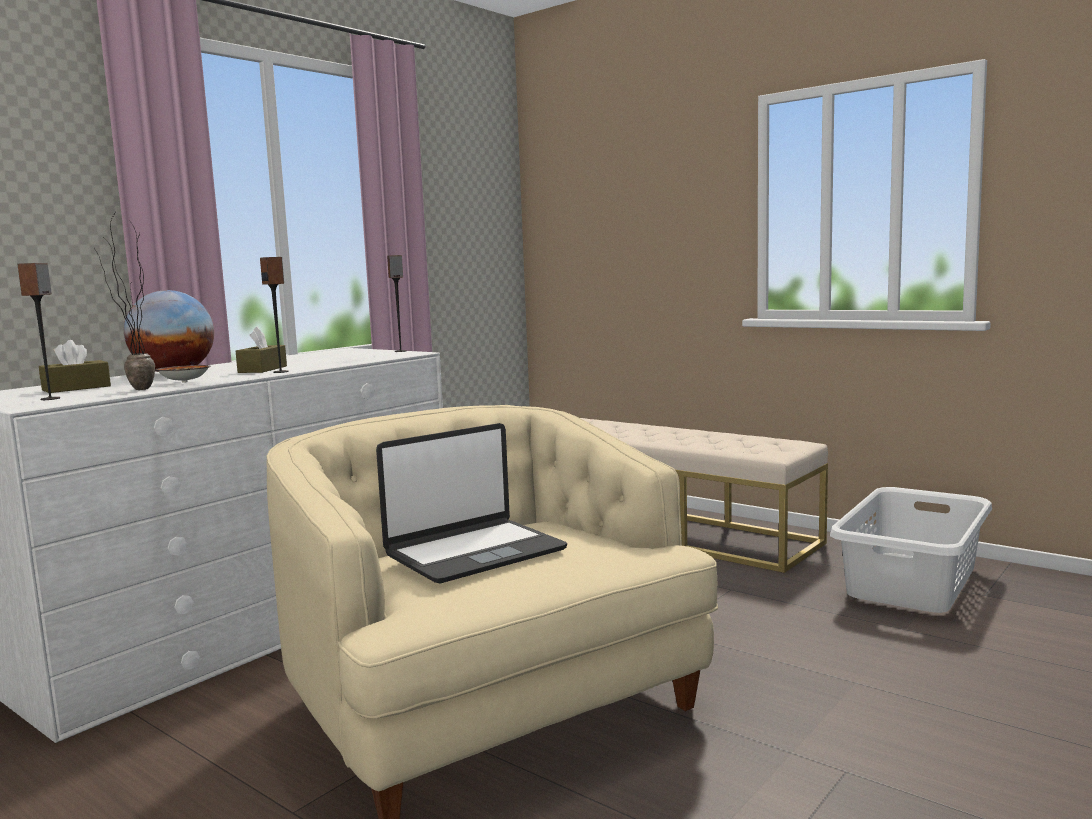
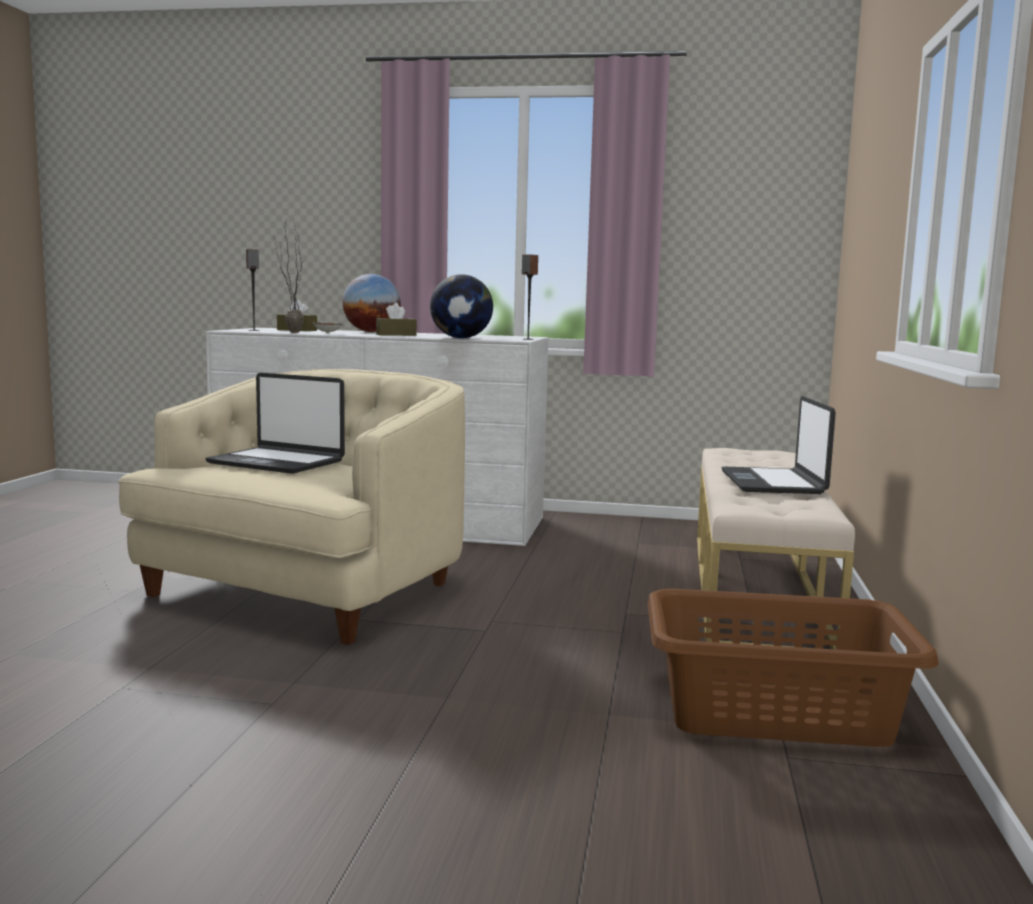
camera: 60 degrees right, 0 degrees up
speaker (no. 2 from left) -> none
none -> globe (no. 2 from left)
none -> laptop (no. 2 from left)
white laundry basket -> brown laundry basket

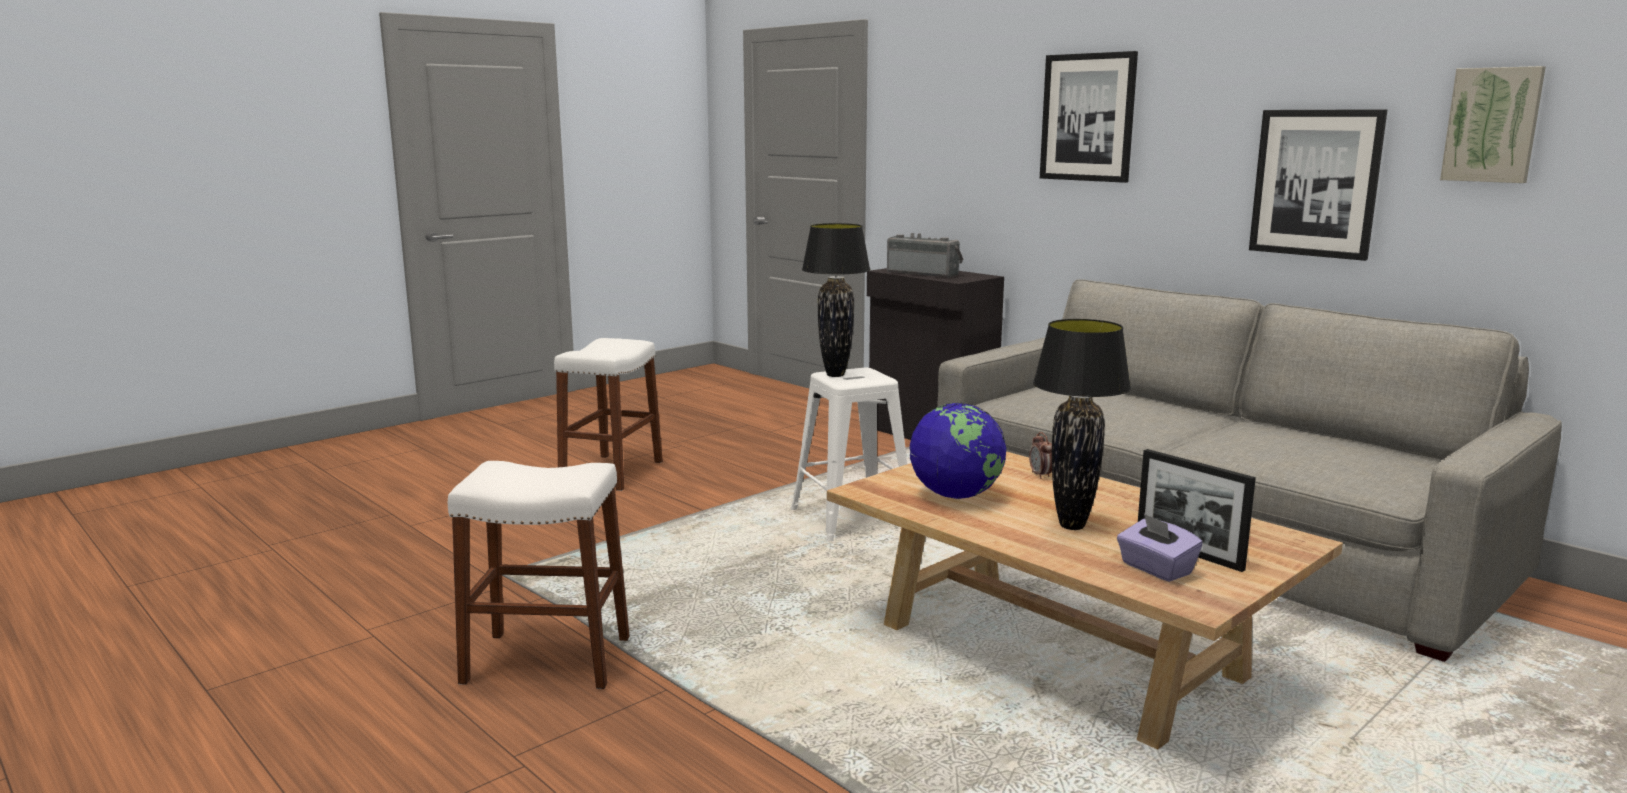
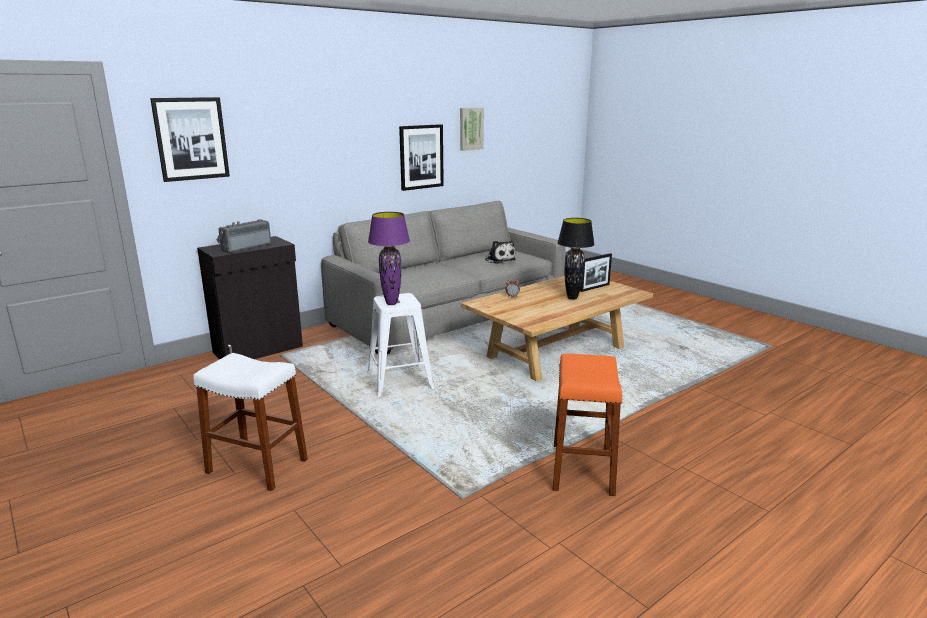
camera: 85 degrees left, 5 degrees up
globe -> none
purple tissue box -> none
none -> plush toy
picture (no. 1 from left), relocated
white stool (no. 1 from left) -> orange stool
black table lamp (no. 1 from left) -> purple table lamp

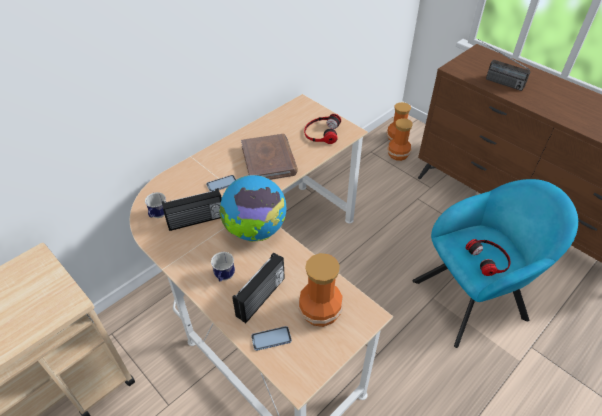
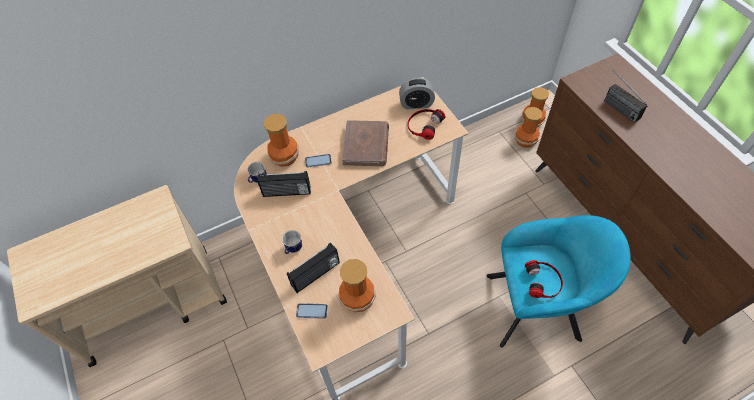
camera: 20 degrees right, 10 degrees up
globe -> none
none -> vase (no. 1 from left)
none -> alarm clock

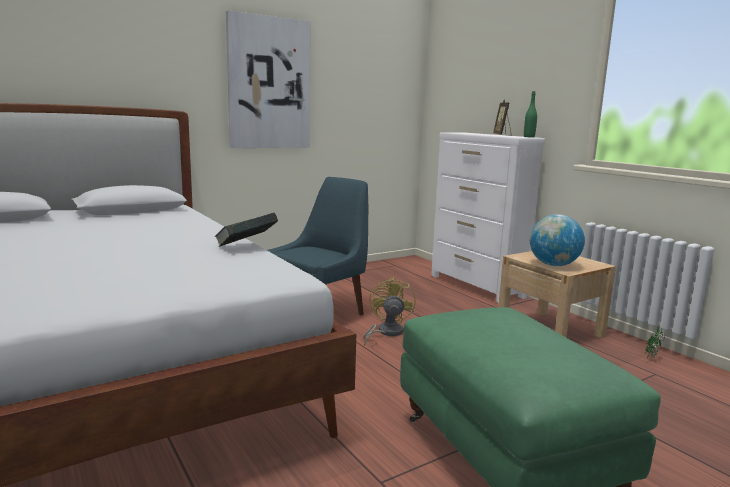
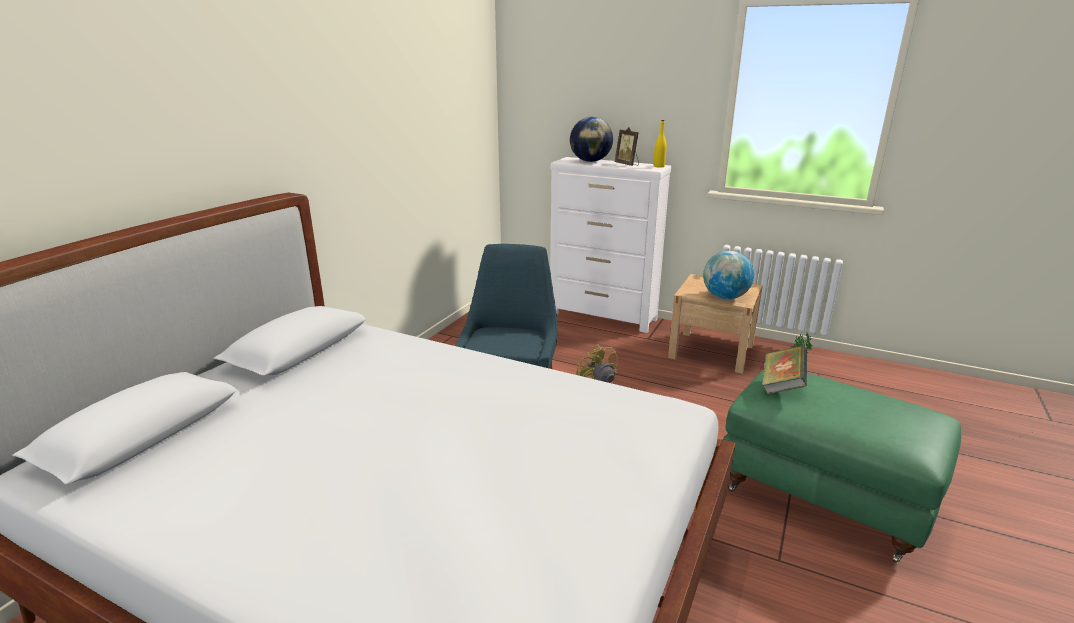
camera: 30 degrees left, 10 degrees up
picture -> none
none -> globe (no. 1 from left)
book, relocated
green bottle -> yellow bottle

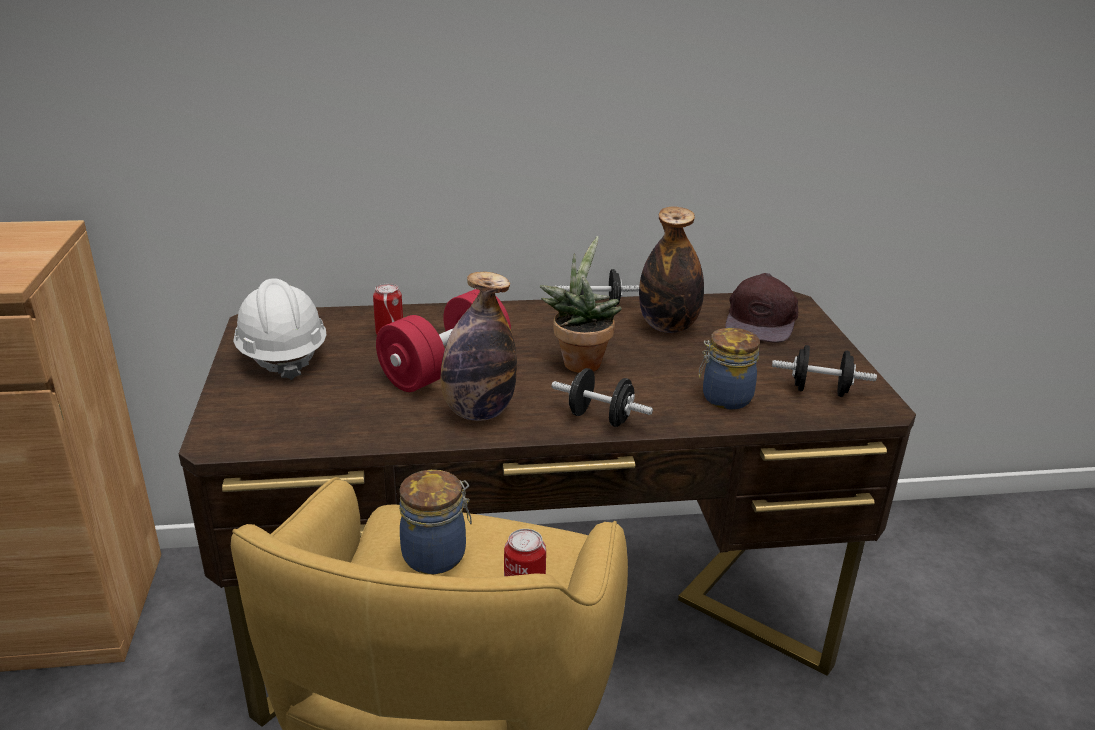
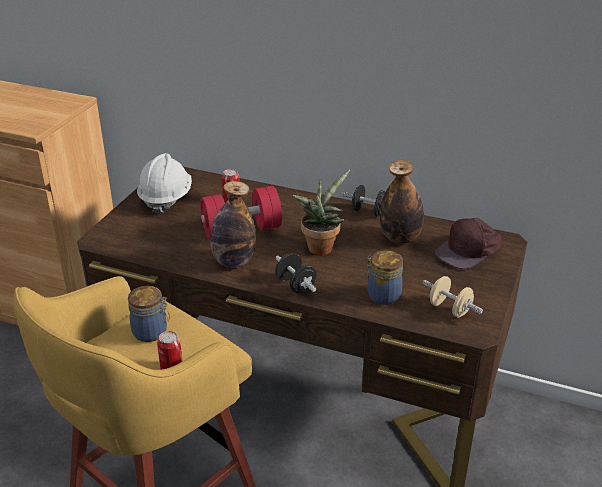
camera: 30 degrees right, 5 degrees up
black dumbbell (no. 3 from left) -> beige dumbbell

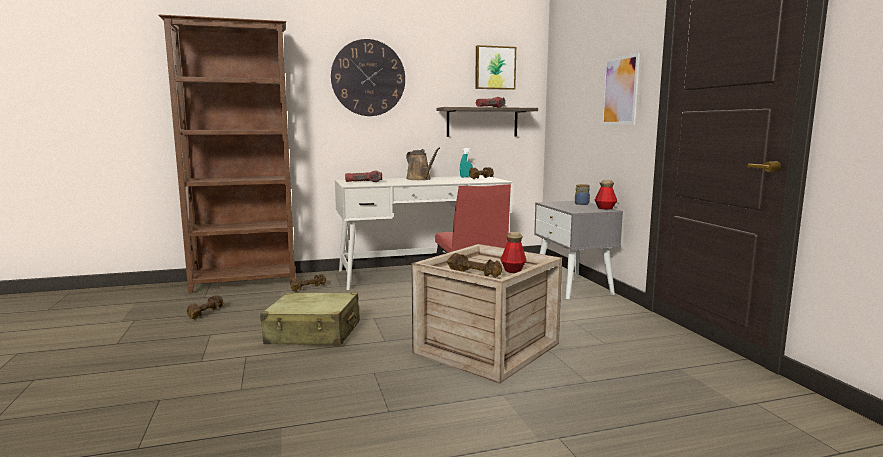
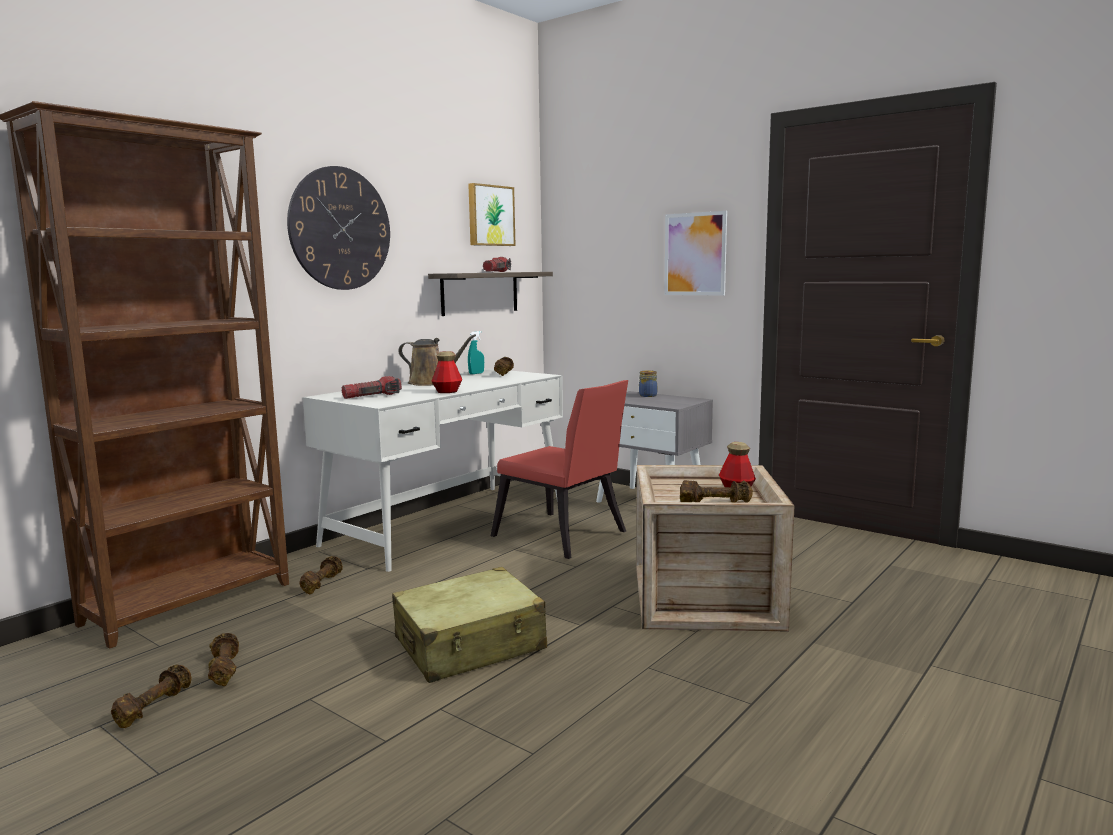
camera: 35 degrees left, 0 degrees up
none -> brown dumbbell (no. 1 from left)
bottle (no. 2 from left in the first image) -> bottle (no. 1 from left), relocated

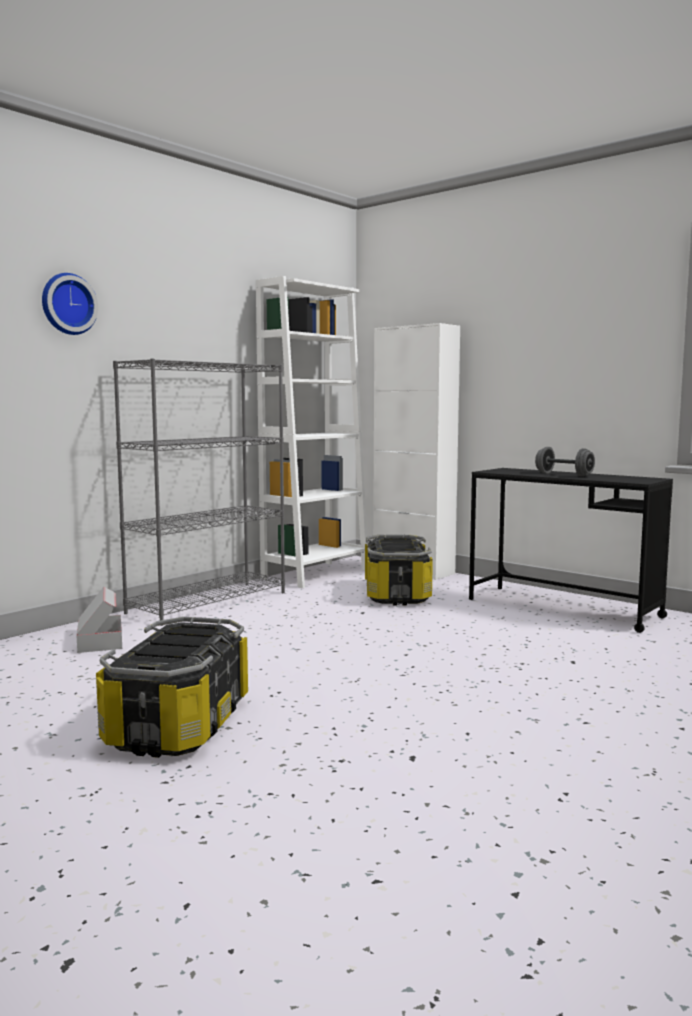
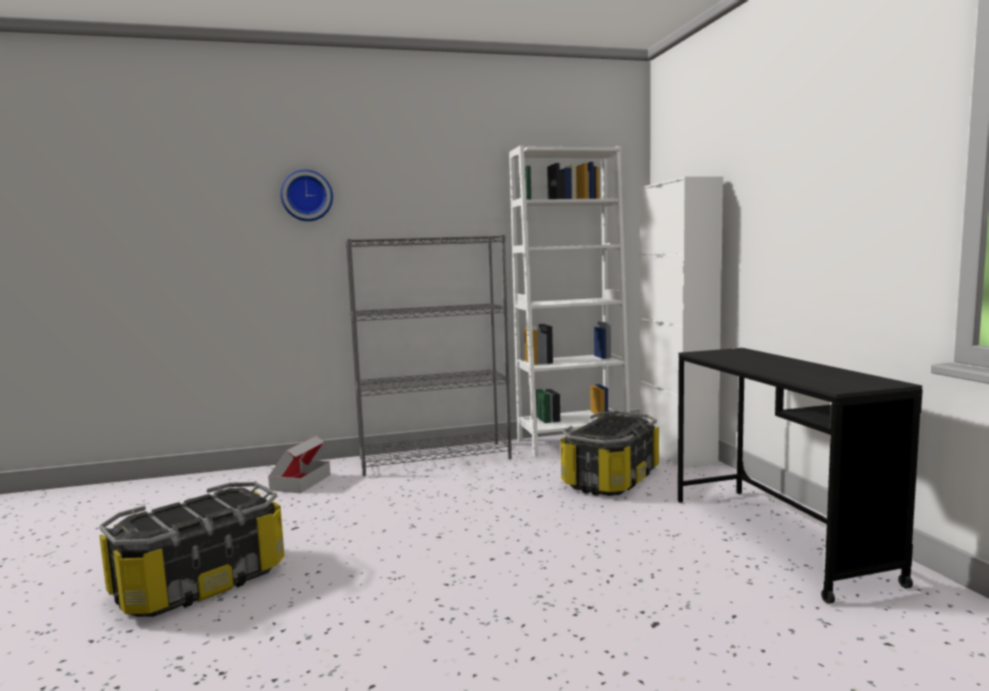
camera: 35 degrees right, 0 degrees up
grey dumbbell -> none

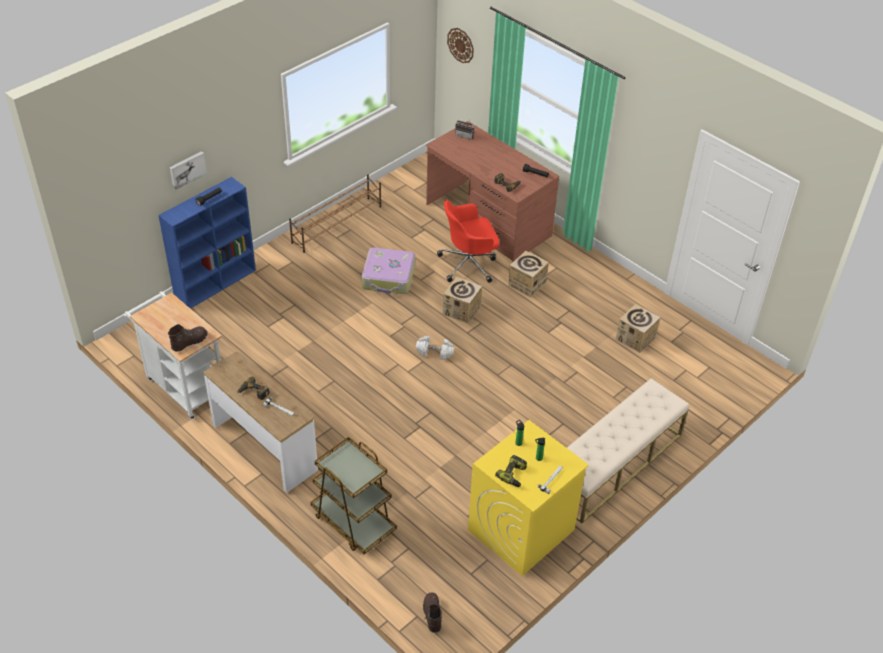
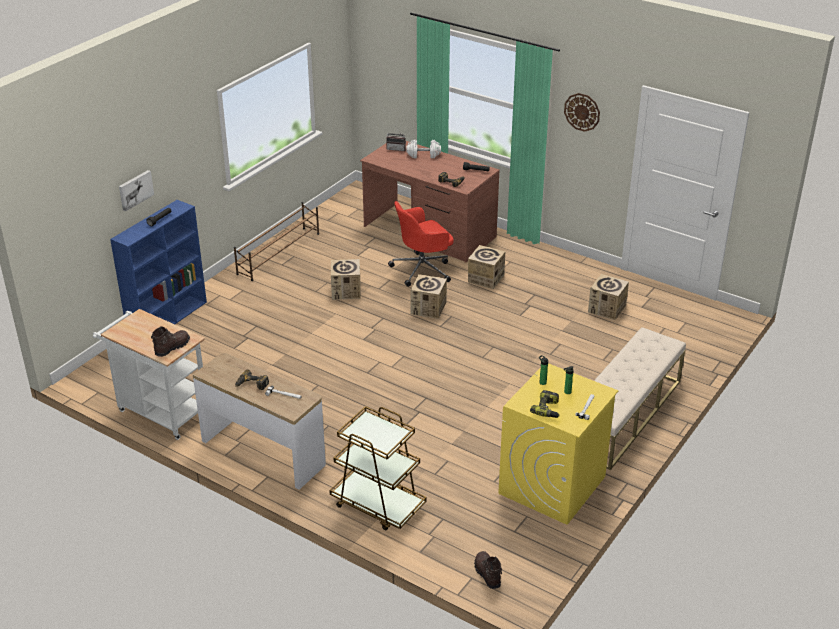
camera: 10 degrees left, 10 degrees down
white dumbbell, relocated
wall clock, relocated
suitcase -> cardboard box (no. 1 from left)

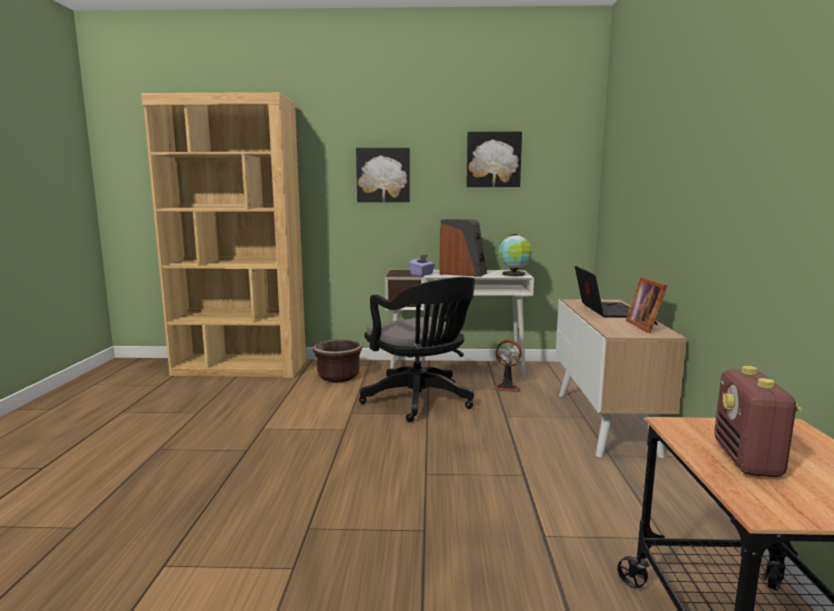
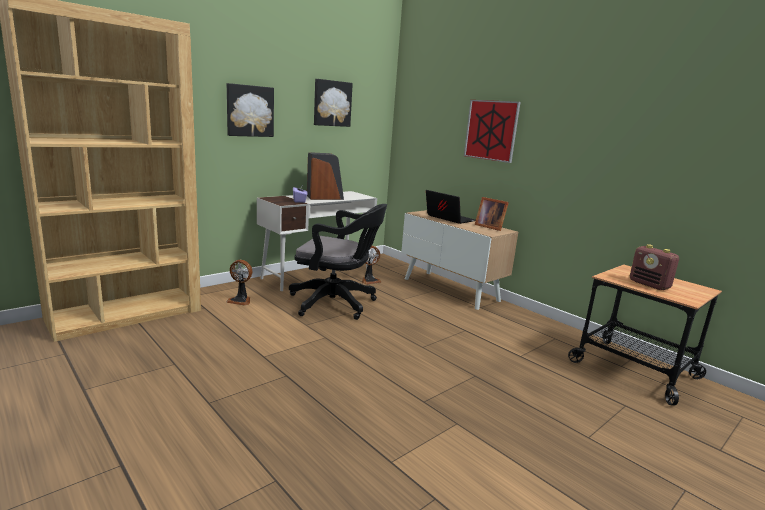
camera: 45 degrees left, 5 degrees up
globe -> none
none -> picture (no. 3 from left)
brown planter -> fan (no. 1 from left)

